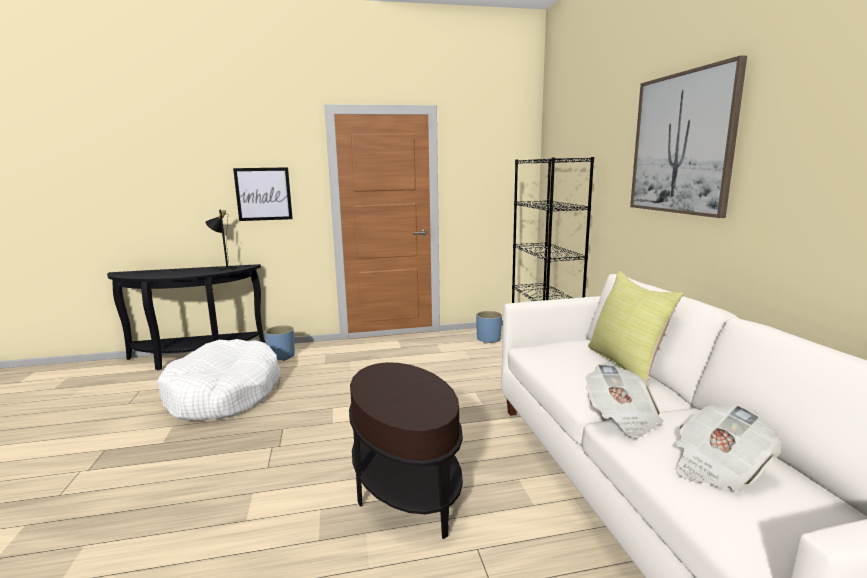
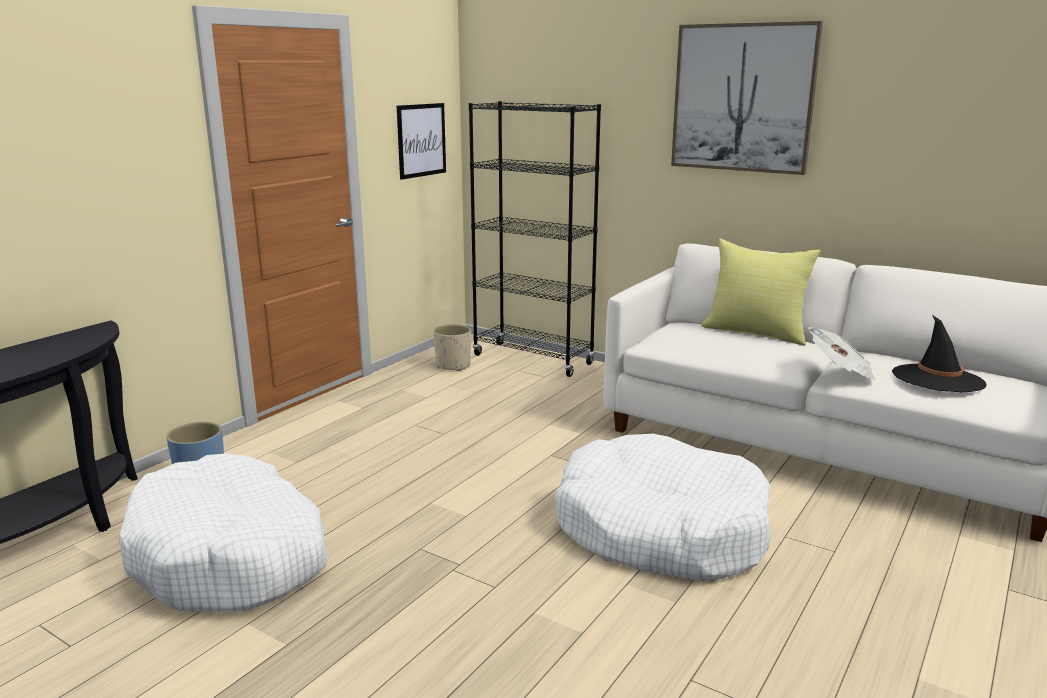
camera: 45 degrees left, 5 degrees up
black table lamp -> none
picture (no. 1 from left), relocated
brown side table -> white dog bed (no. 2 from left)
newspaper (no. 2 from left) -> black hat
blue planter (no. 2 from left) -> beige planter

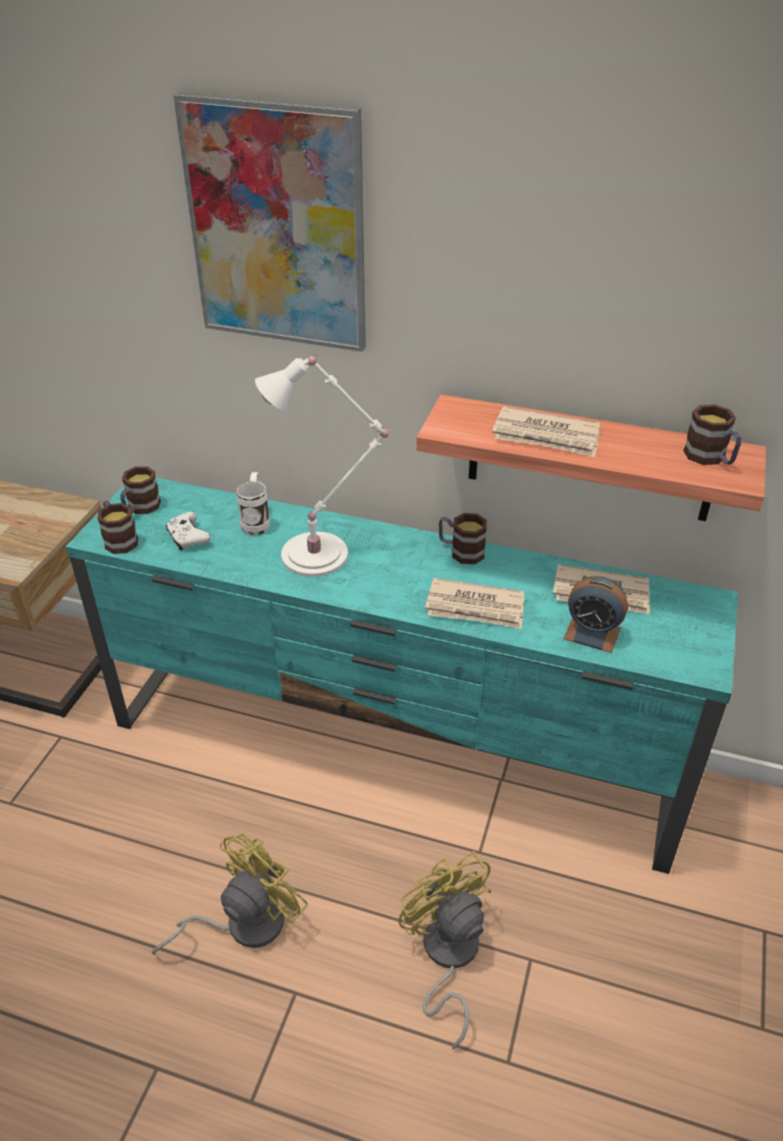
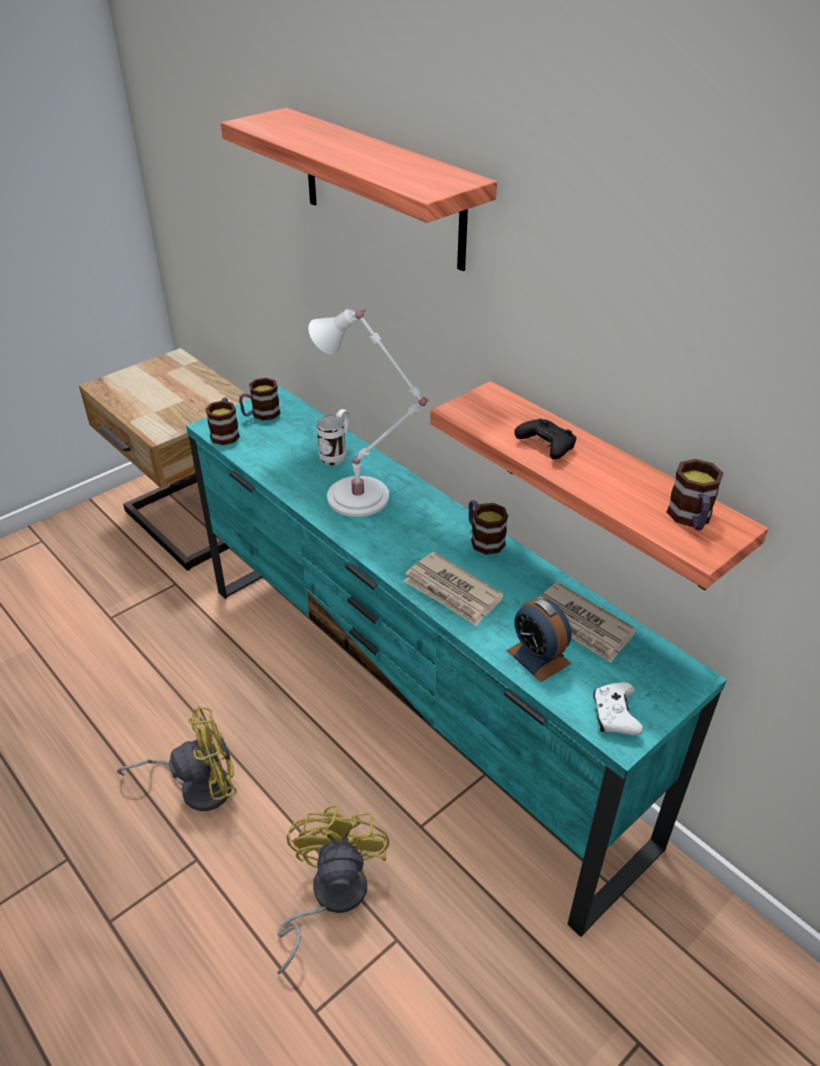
camera: 30 degrees right, 0 degrees up
white game controller, relocated
picture -> shelf (no. 1 from left)
newspaper (no. 2 from left) -> black game controller

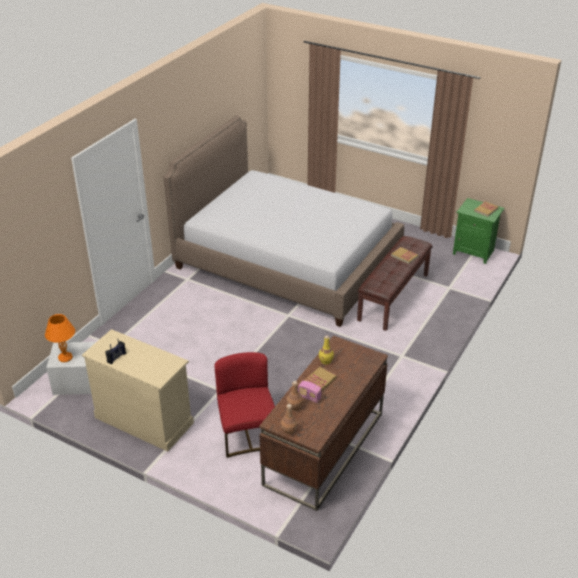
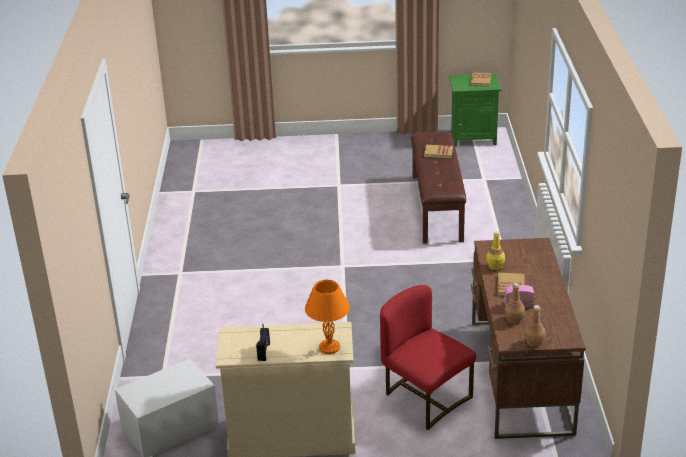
camera: 30 degrees left, 5 degrees down
bed -> none
orange table lamp, relocated

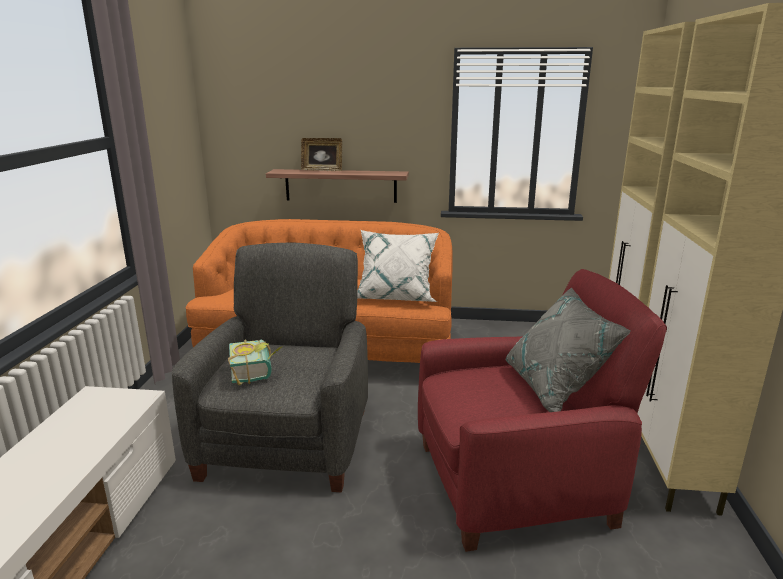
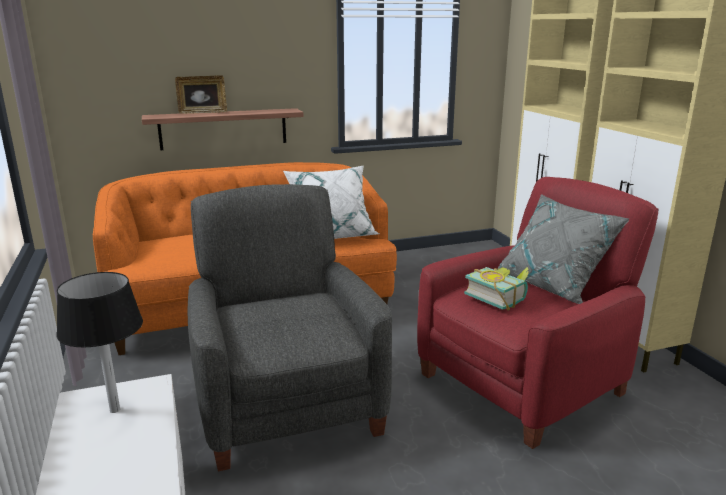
camera: 25 degrees left, 0 degrees up
none -> black table lamp
book, relocated

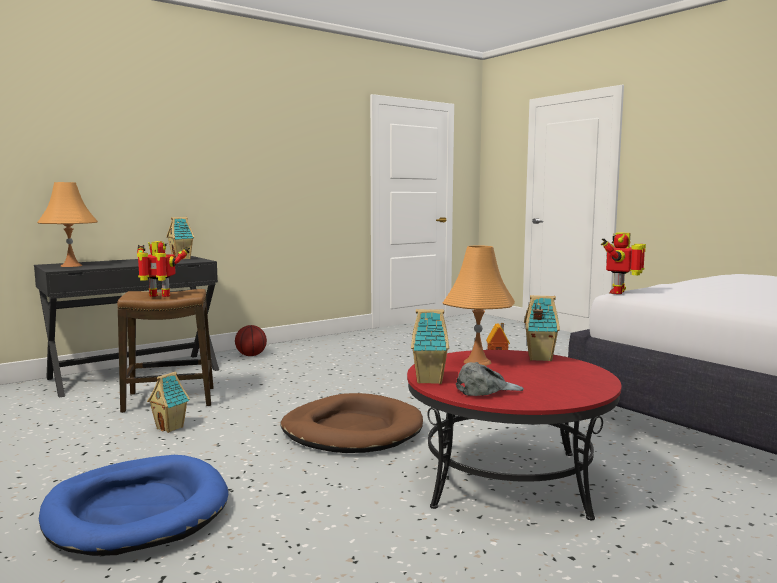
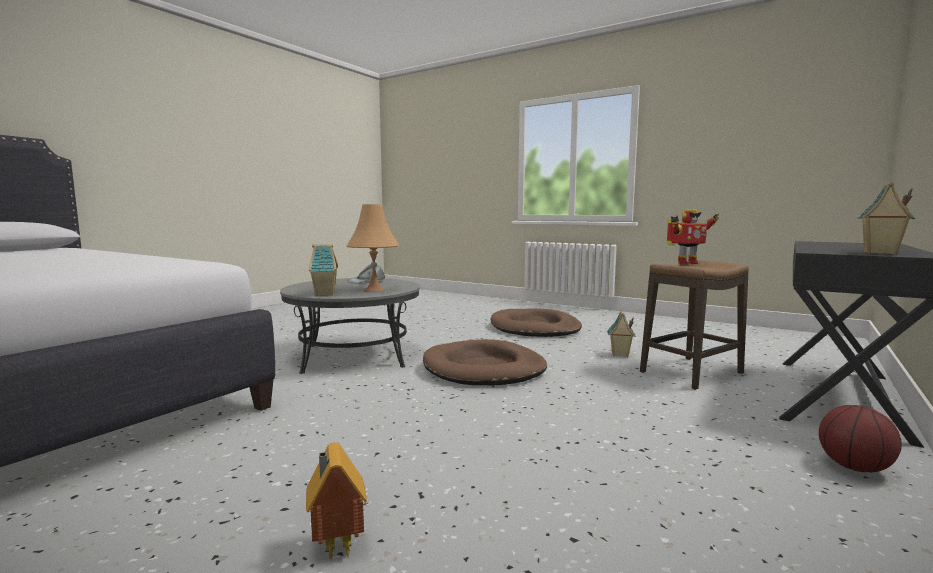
camera: 160 degrees right, 0 degrees up
orange table lamp (no. 1 from left) -> none
toy house (no. 3 from left) -> none
toy robot (no. 2 from left) -> none
blue dog bed -> brown dog bed (no. 2 from left)
red coffee table -> grey coffee table

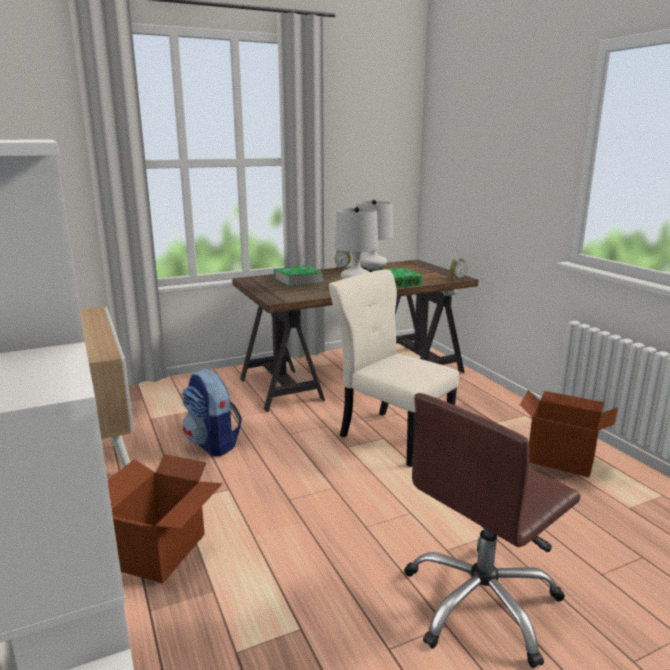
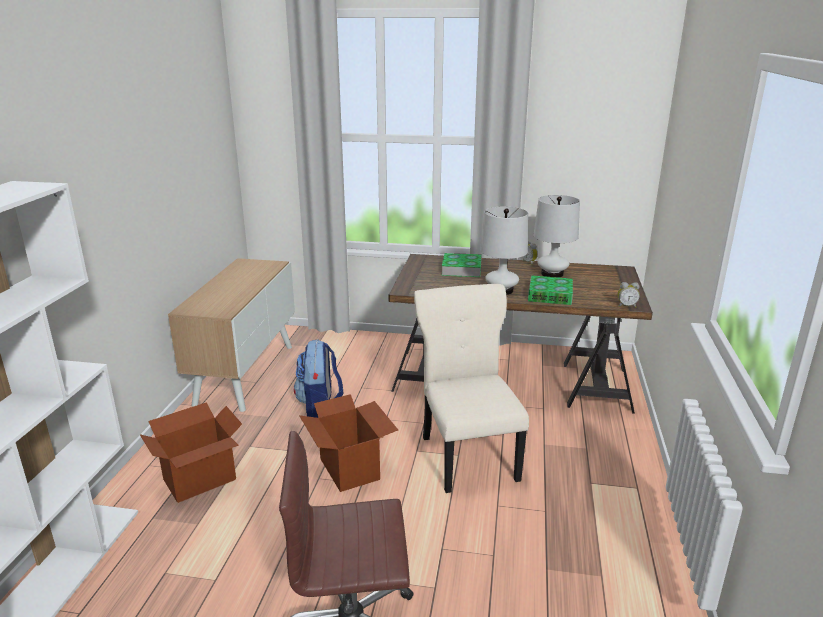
camera: 35 degrees right, 5 degrees up
cardboard box (no. 2 from left), relocated

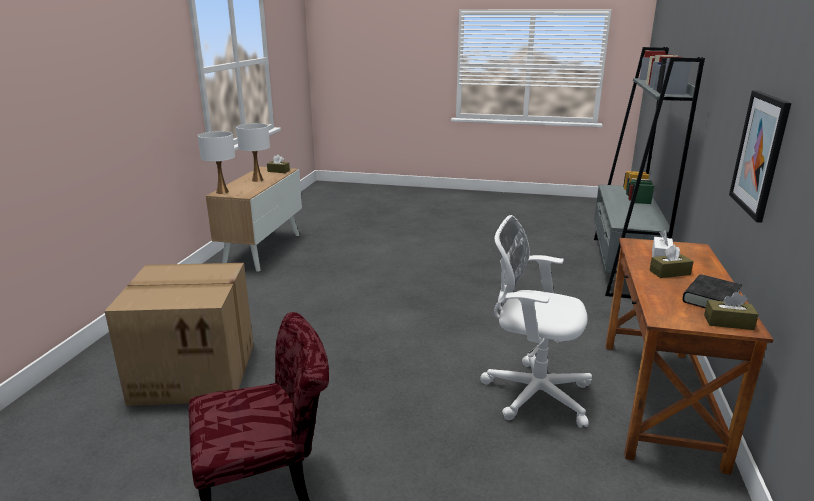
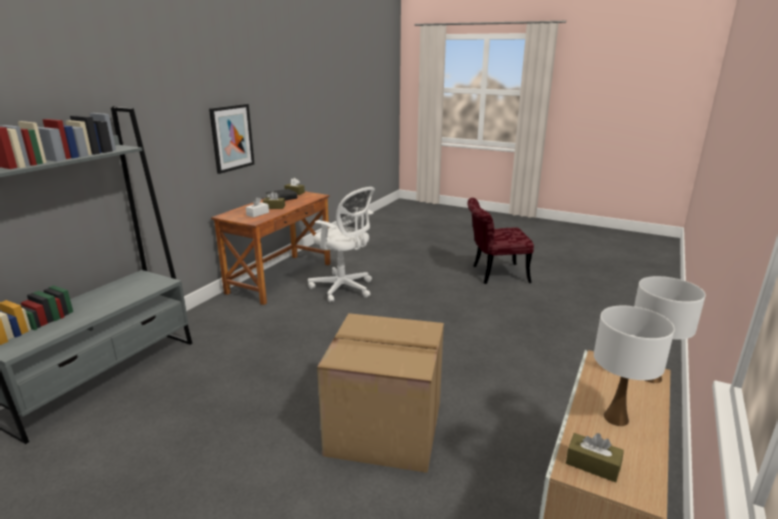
camera: 165 degrees left, 0 degrees up
cardboard box, relocated

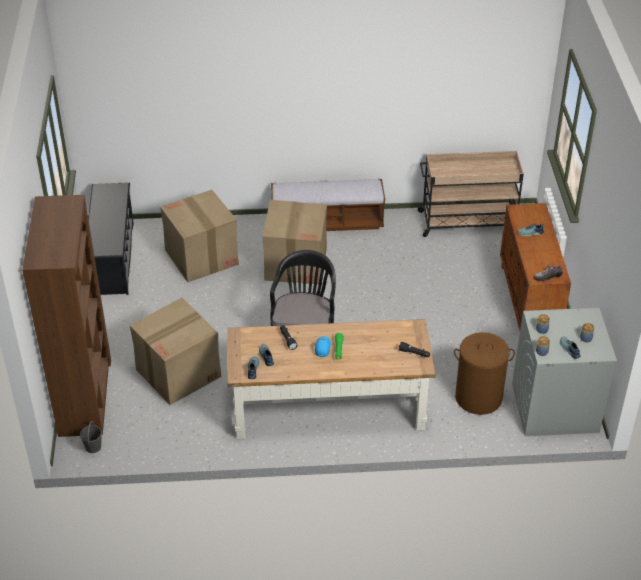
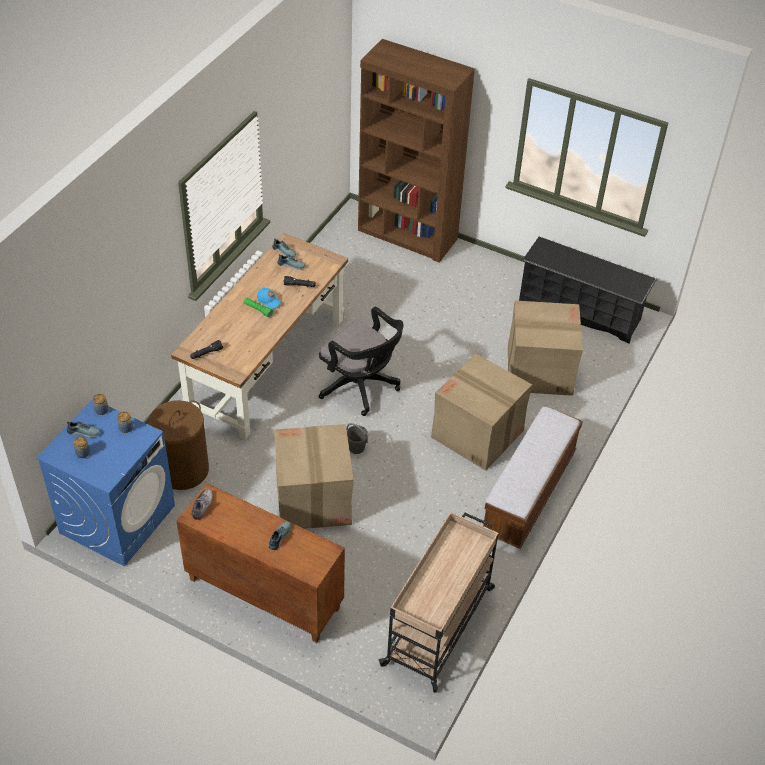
camera: 120 degrees right, 5 degrees up
grey bucket, relocated
cardboard box (no. 1 from left), relocated
grey washing machine -> blue washing machine

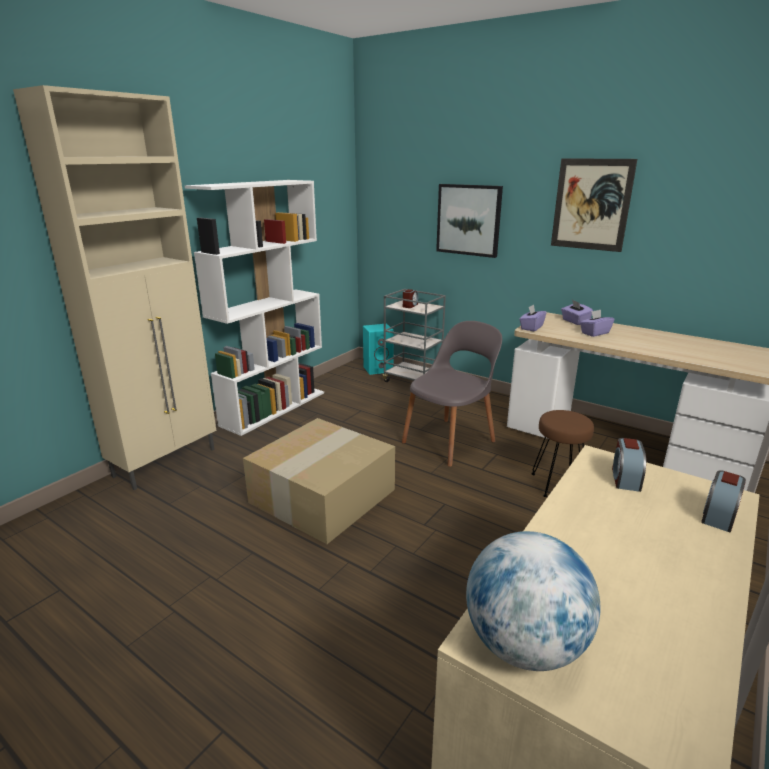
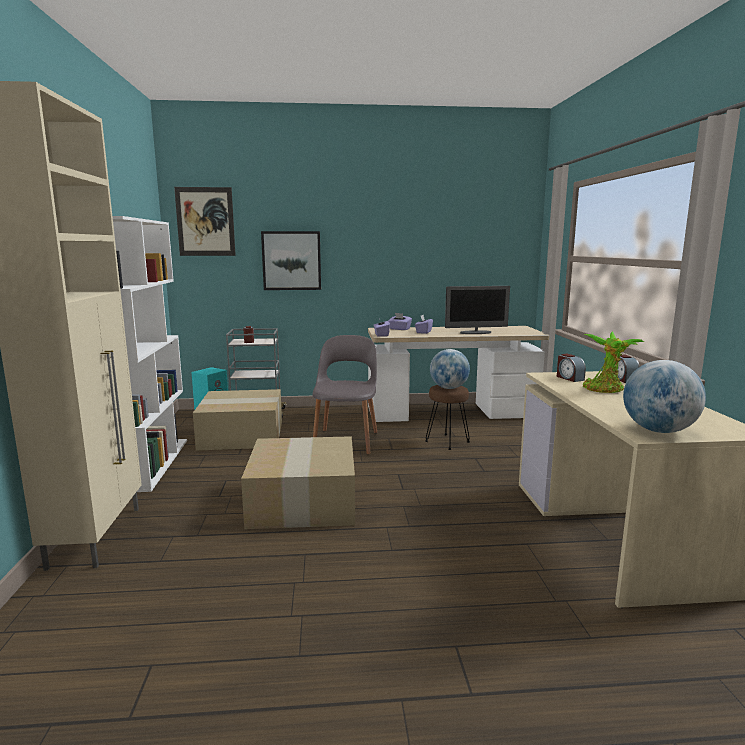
camera: 40 degrees left, 10 degrees down
none -> cardboard box (no. 1 from left)
none -> globe (no. 1 from left)
none -> monitor
none -> potted plant
picture (no. 2 from left in the first image) -> picture (no. 1 from left), relocated

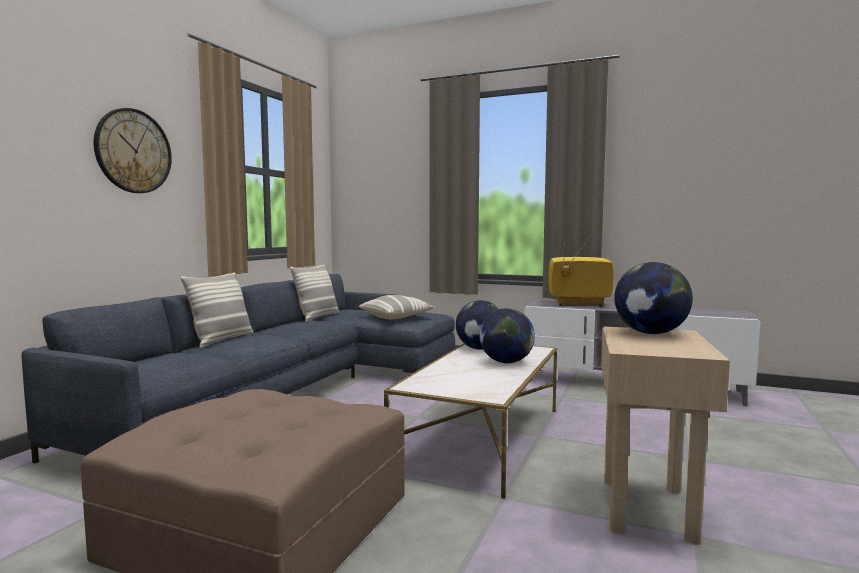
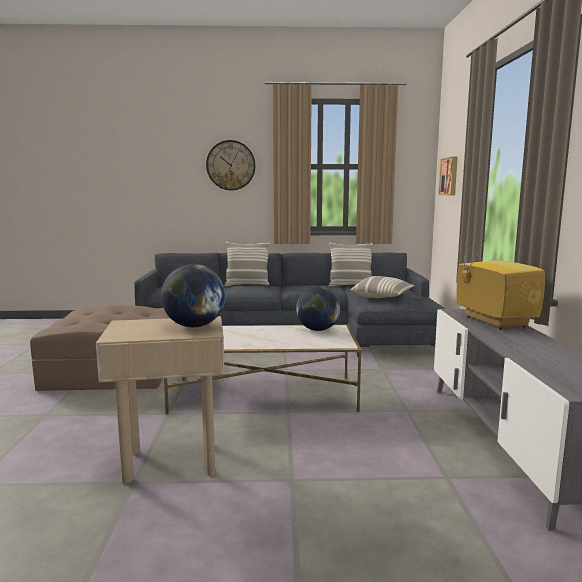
camera: 65 degrees right, 5 degrees up
globe (no. 2 from left) -> none
none -> picture

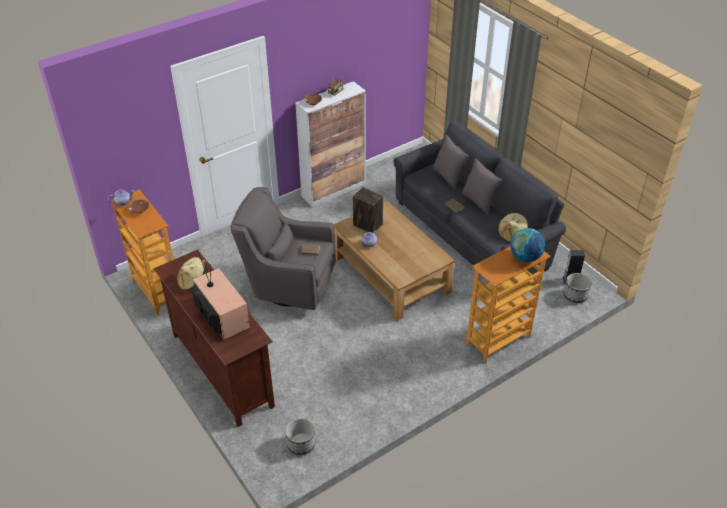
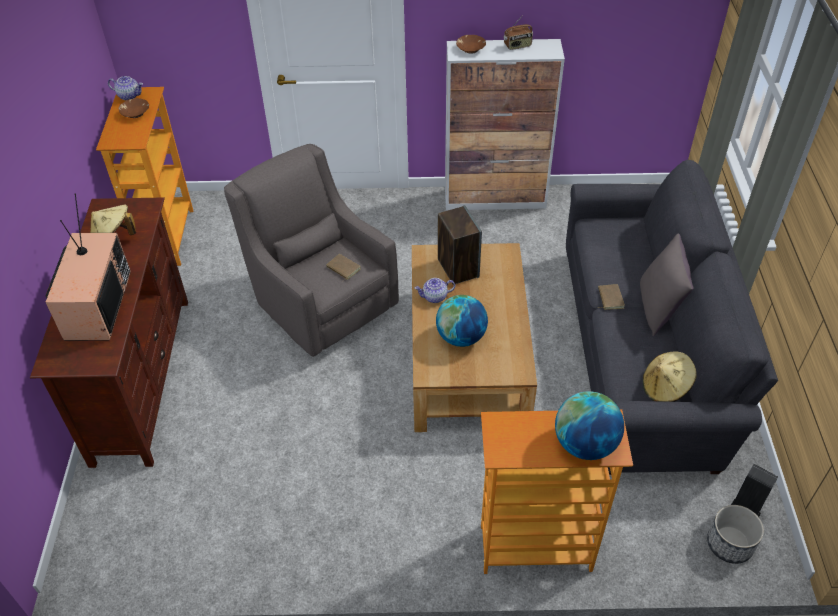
camera: 35 degrees right, 5 degrees up
planter (no. 1 from left) -> none
grey pillow (no. 1 from left) -> none
none -> globe (no. 1 from left)

